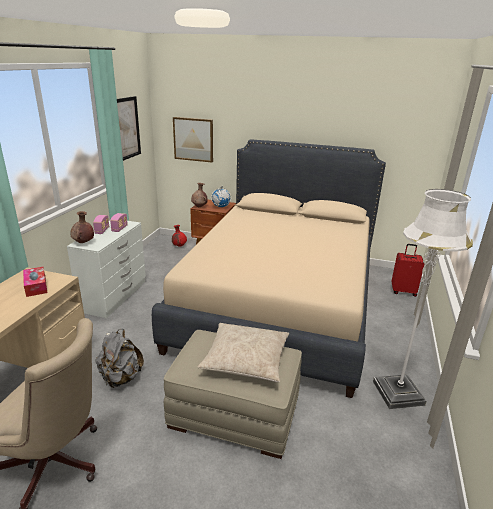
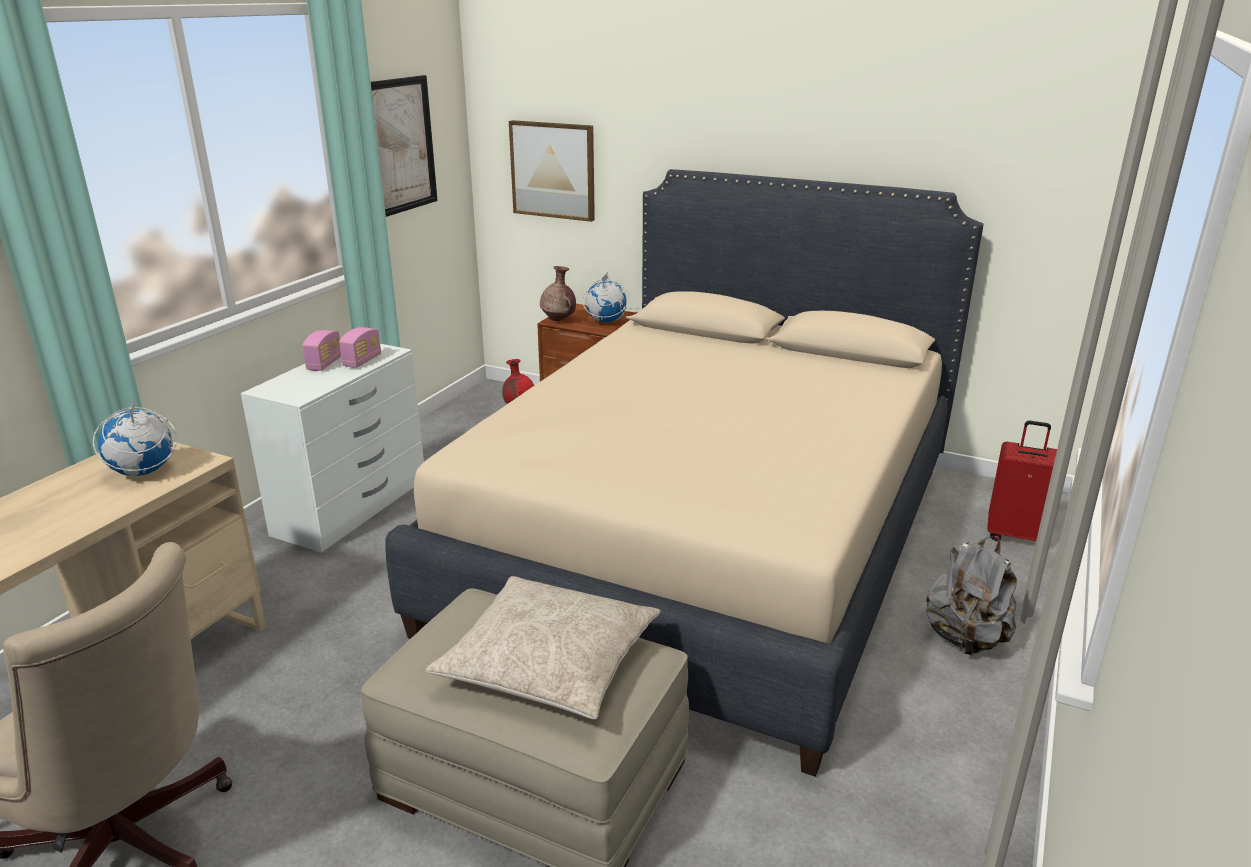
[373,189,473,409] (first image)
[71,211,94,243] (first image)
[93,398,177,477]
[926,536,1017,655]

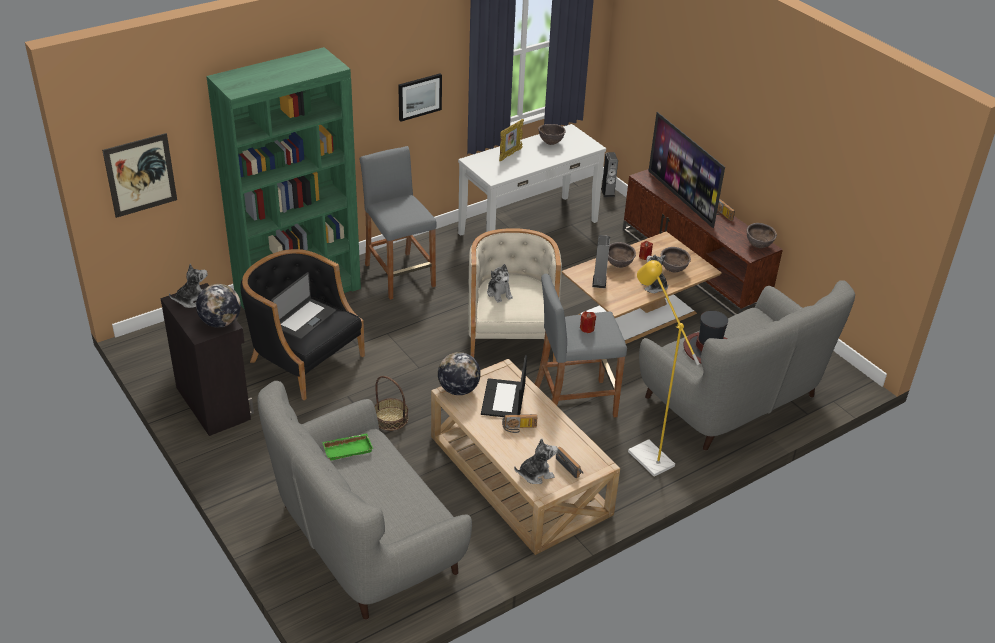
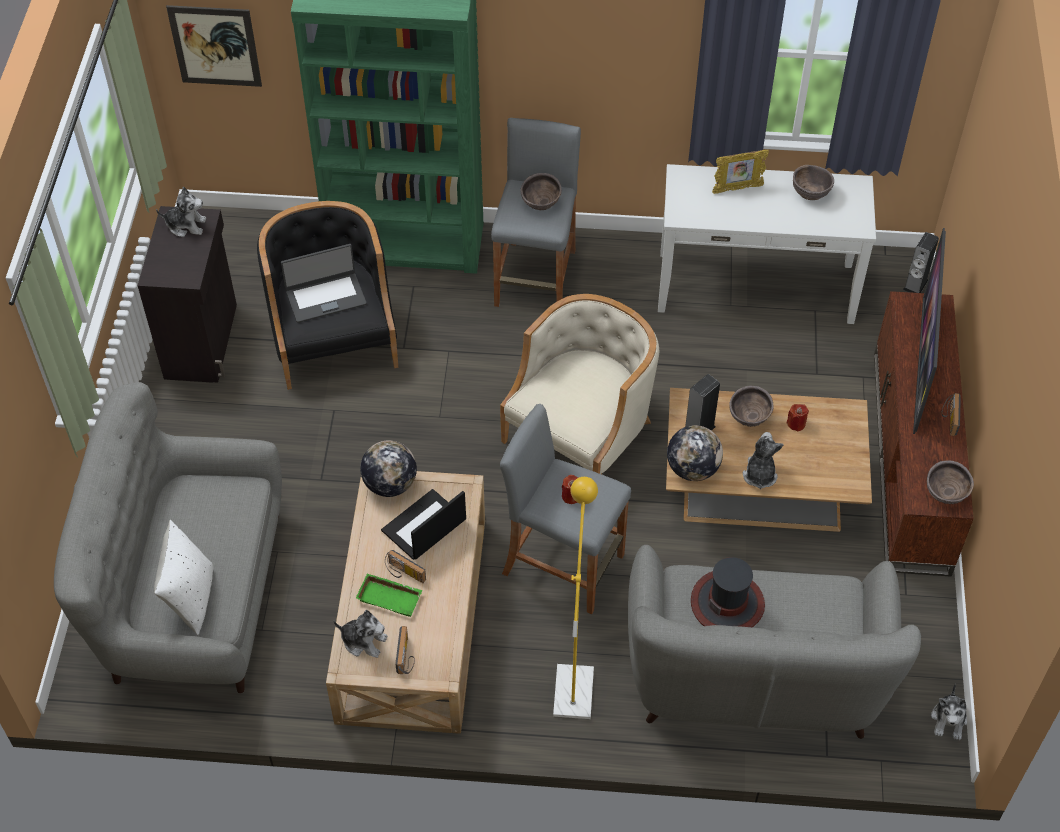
[398,74,442,122] (first image)
[520,173,562,210]
[931,683,967,740]
[667,425,723,481]
[374,376,408,431] (first image)
[356,573,422,617]
[154,520,213,635]

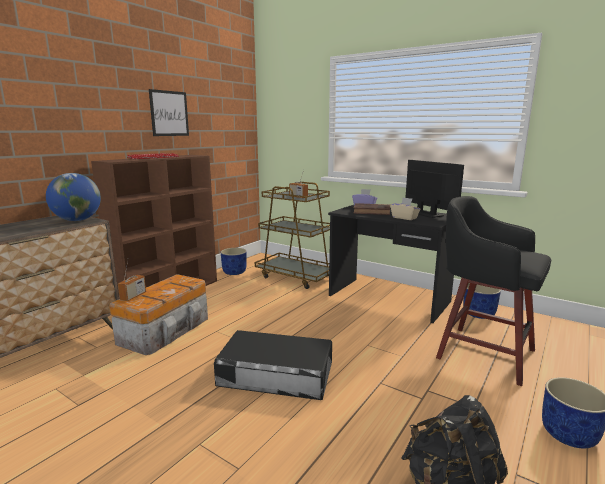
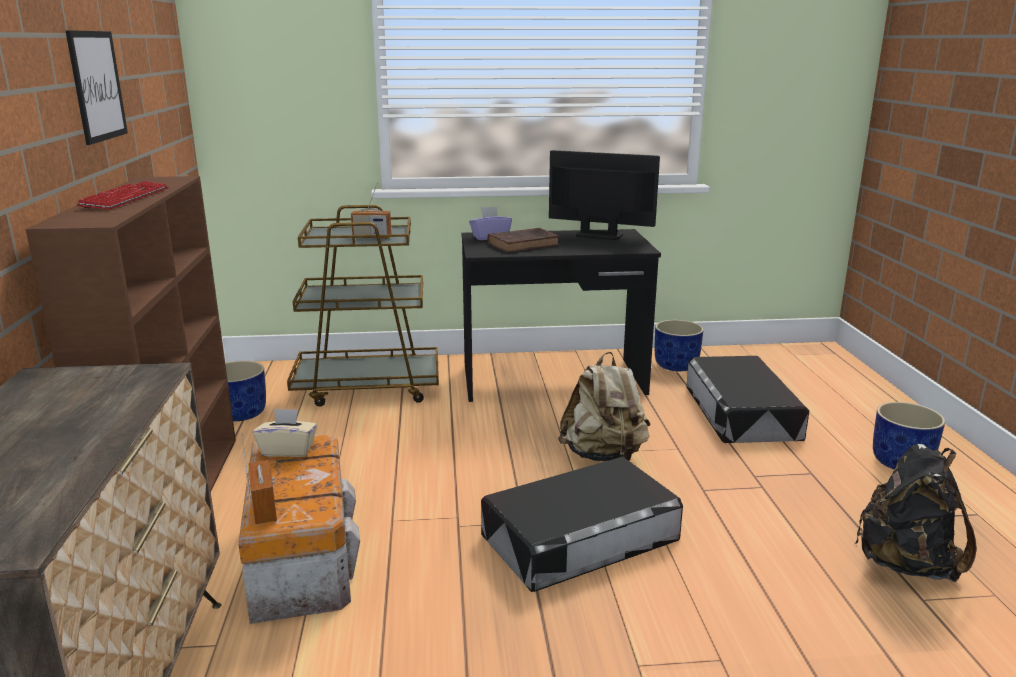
[46,173,101,221] (first image)
[686,356,809,443]
[253,408,317,457]
[558,352,651,461]

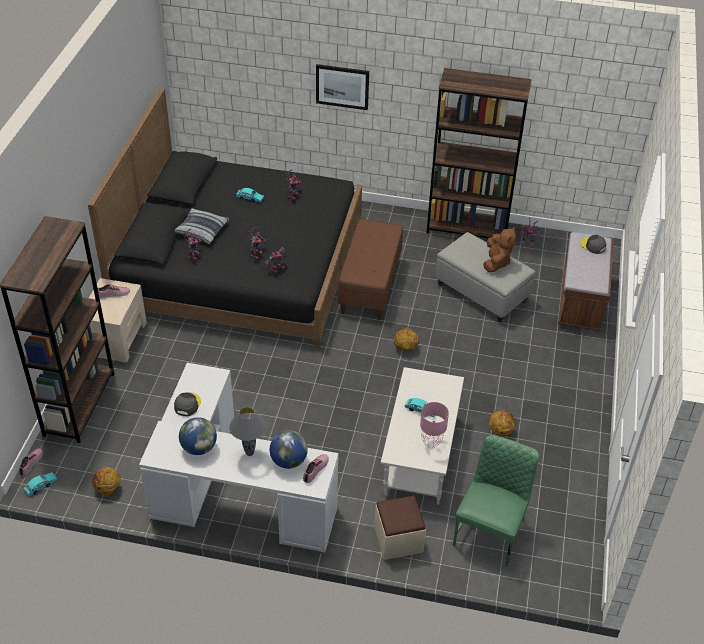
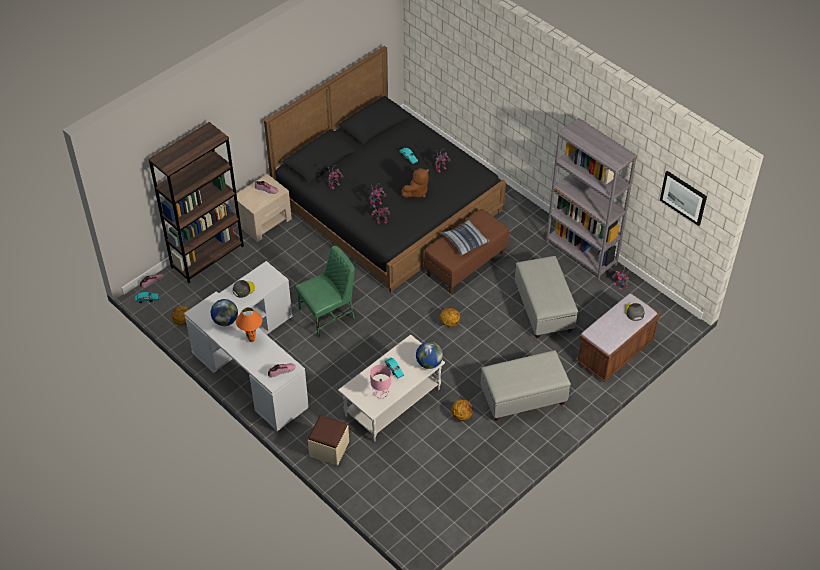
[660,171,707,226]
[546,118,637,280]
[441,219,490,256]
[401,168,429,198]
[236,307,262,342]
[416,342,443,369]
[295,246,355,337]
[481,350,571,421]

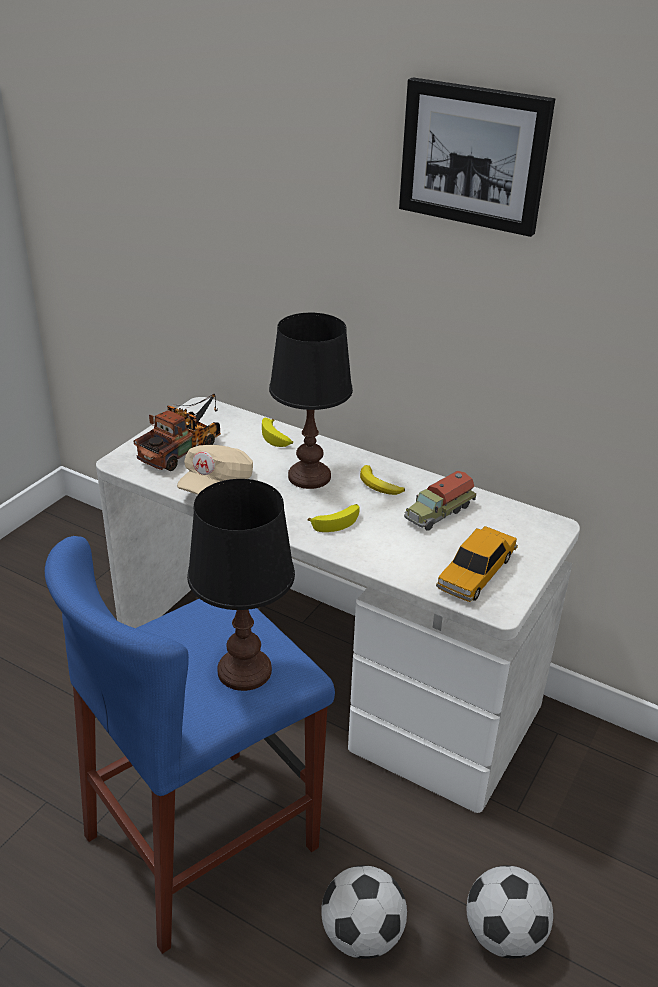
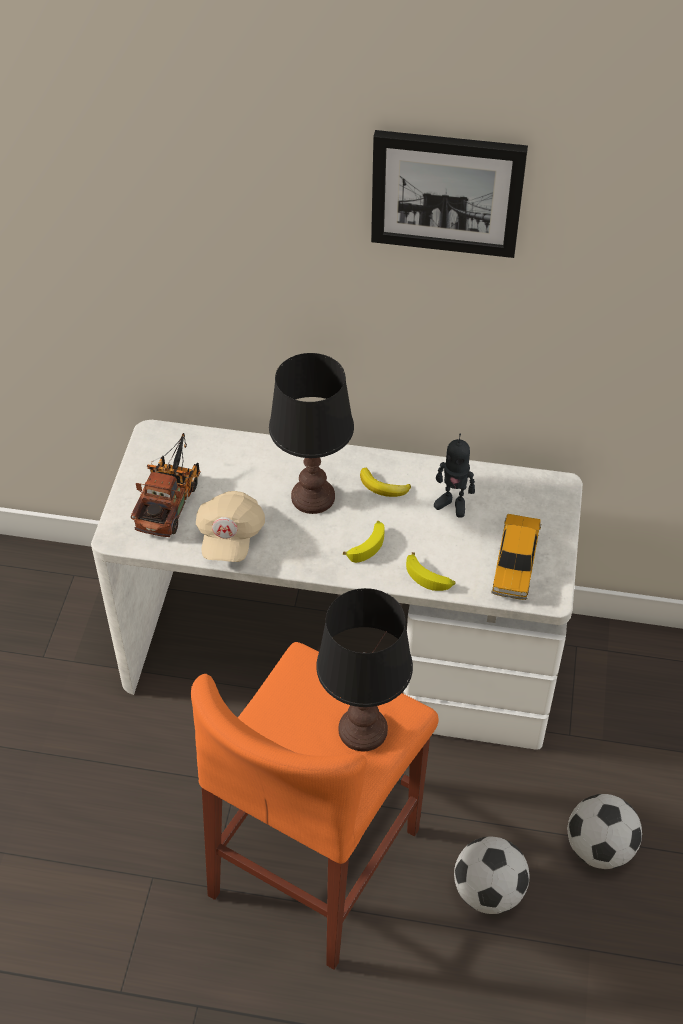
[406,552,456,591]
[434,434,475,518]
[191,642,438,970]

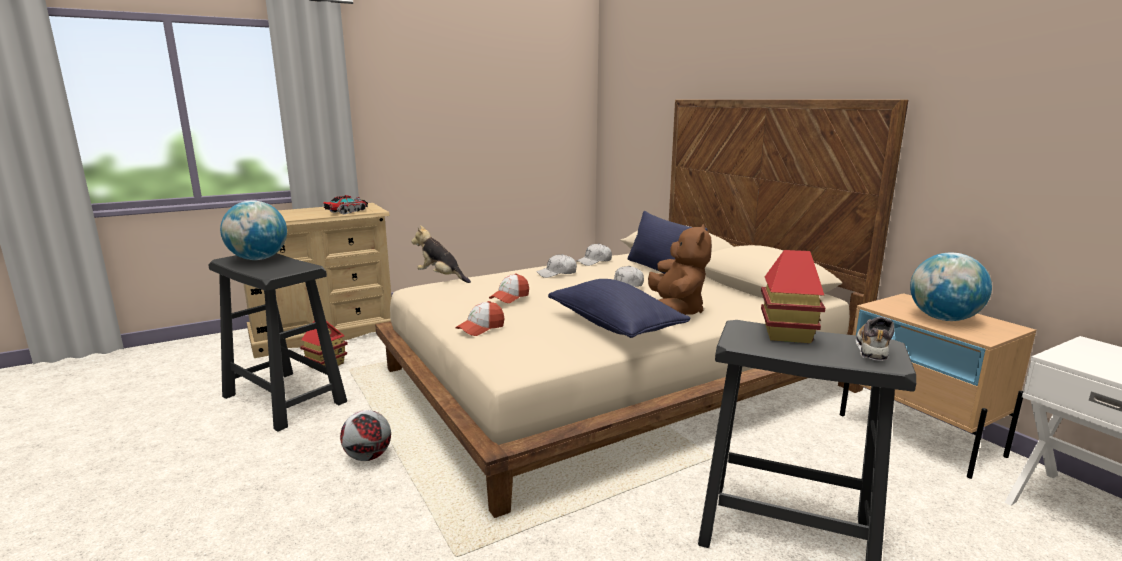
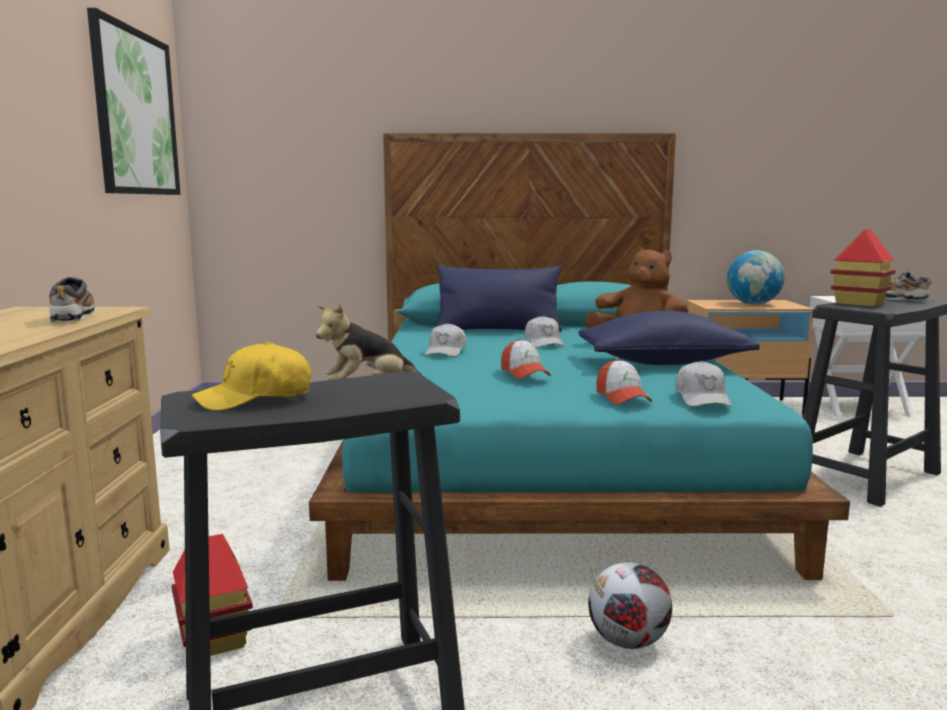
[309,133,850,581]
[49,277,95,322]
[192,341,311,411]
[675,361,732,407]
[87,8,181,195]

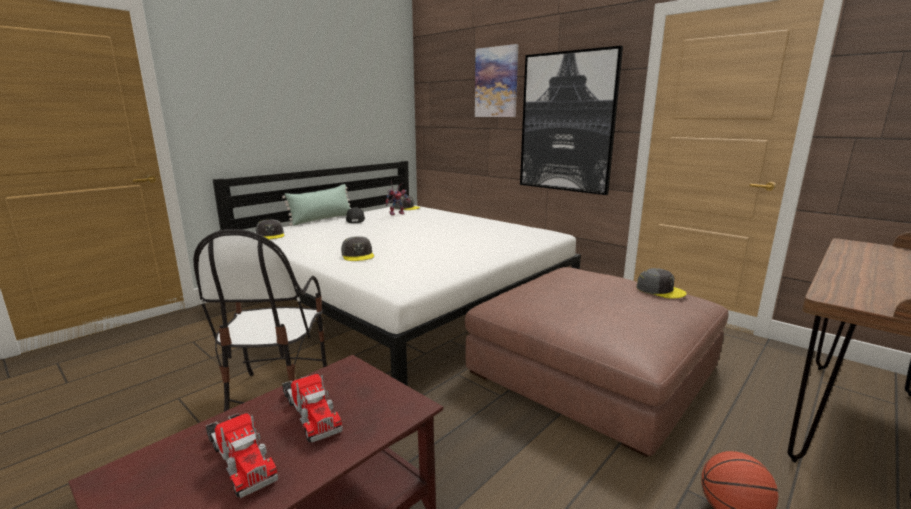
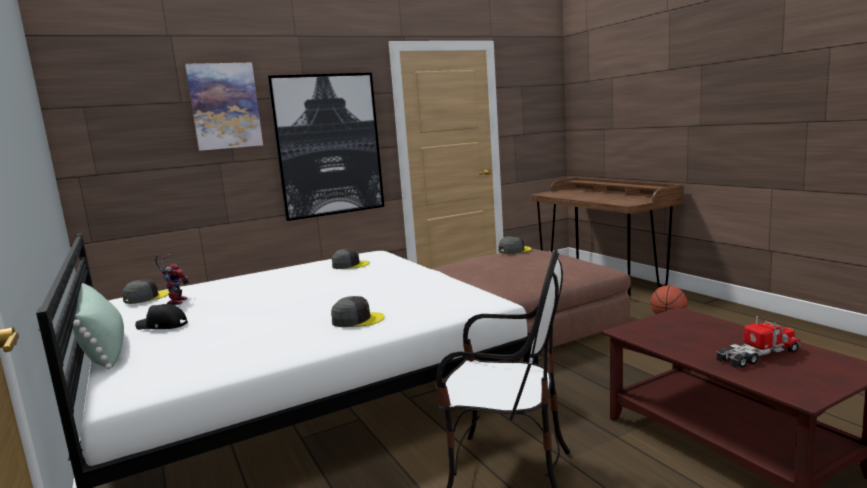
[332,249,370,269]
[282,374,343,443] (first image)

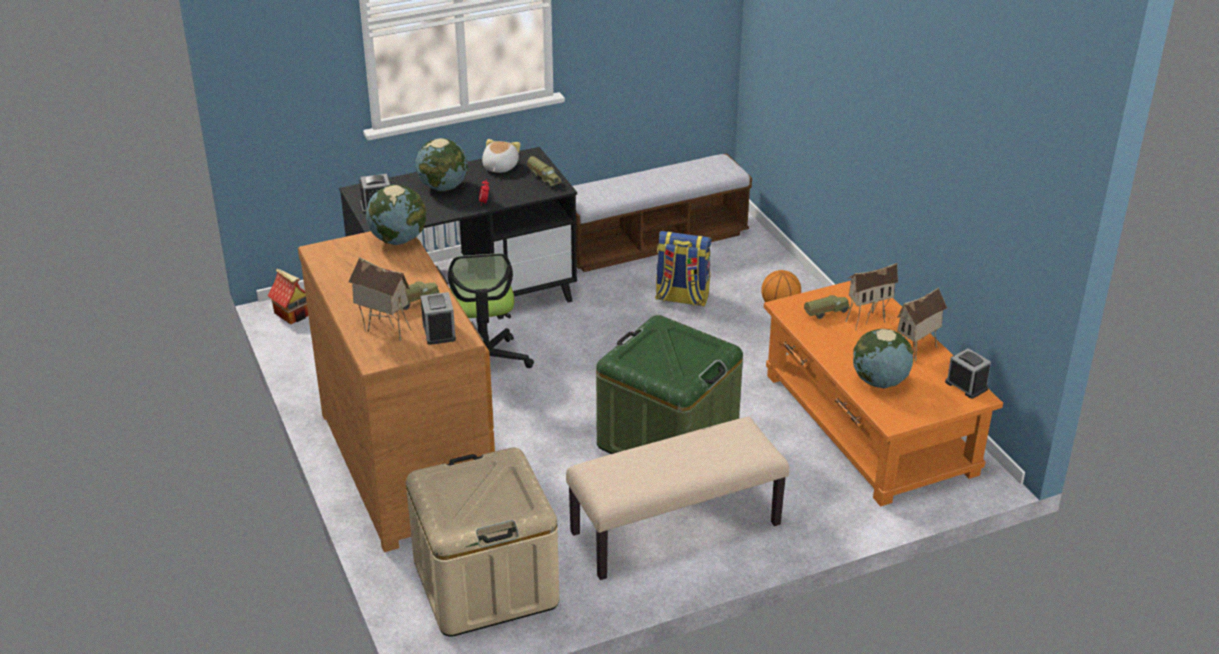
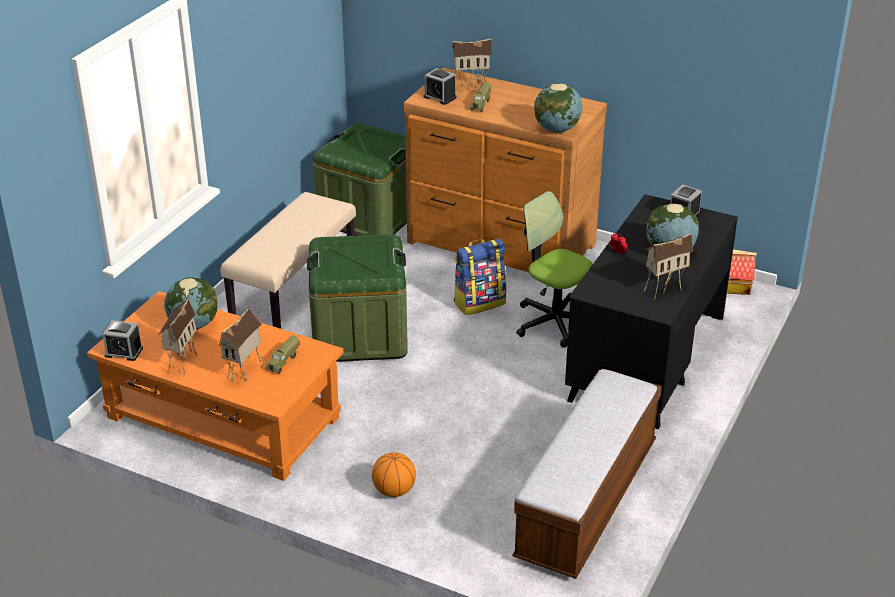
[644,233,693,300]
[527,156,562,188] (first image)
[454,239,506,315]
[313,123,407,236]

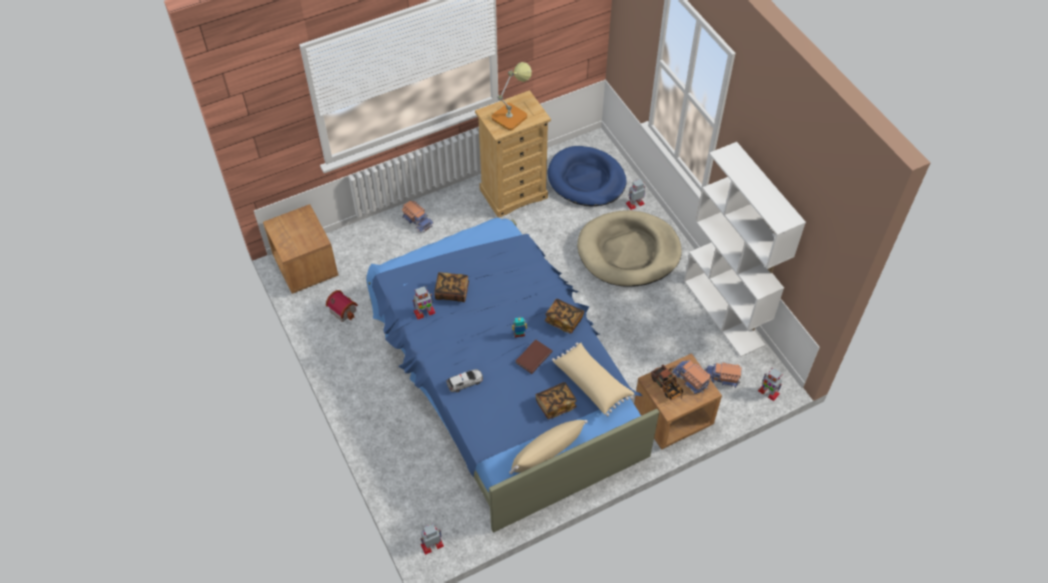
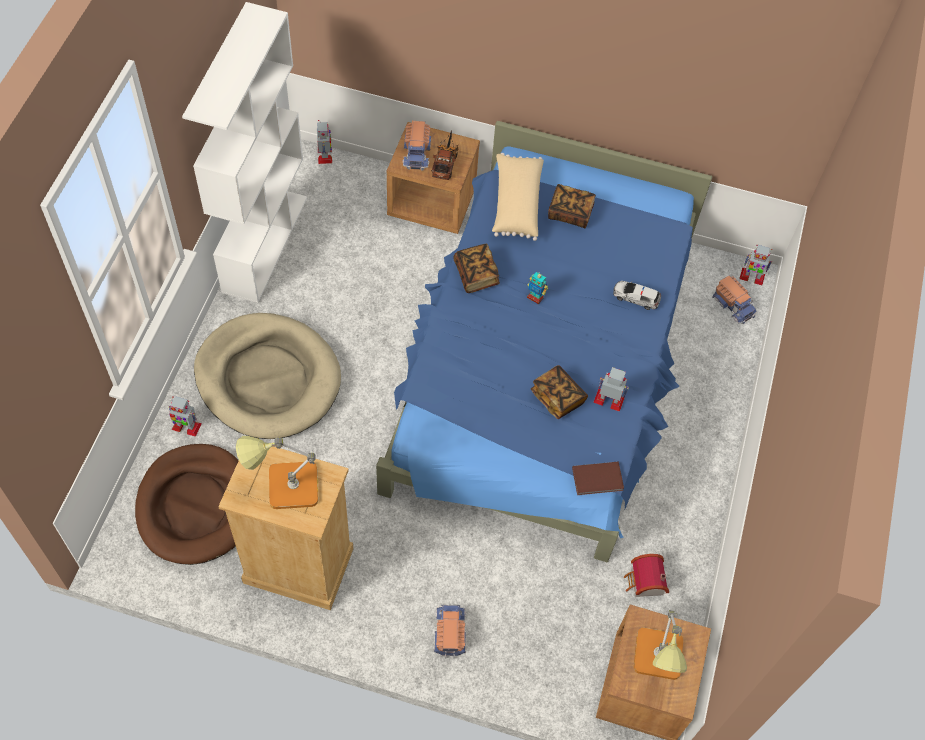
[135,444,239,565]
[572,462,624,495]
[712,276,757,324]
[509,420,588,474] (first image)
[634,610,687,680]

